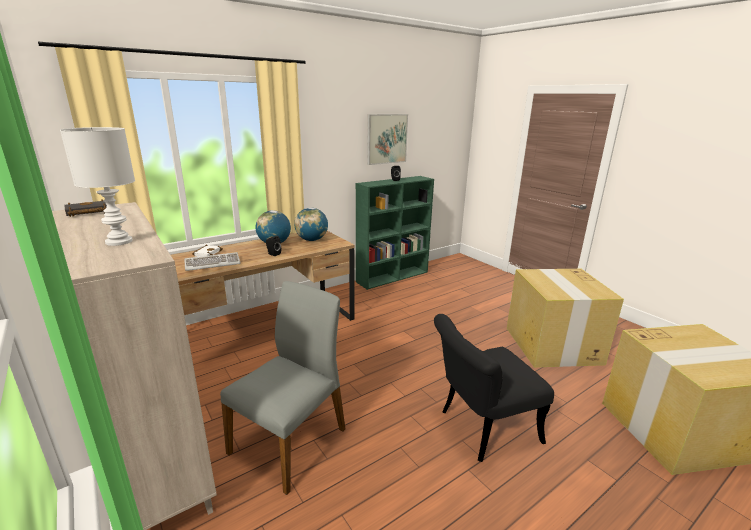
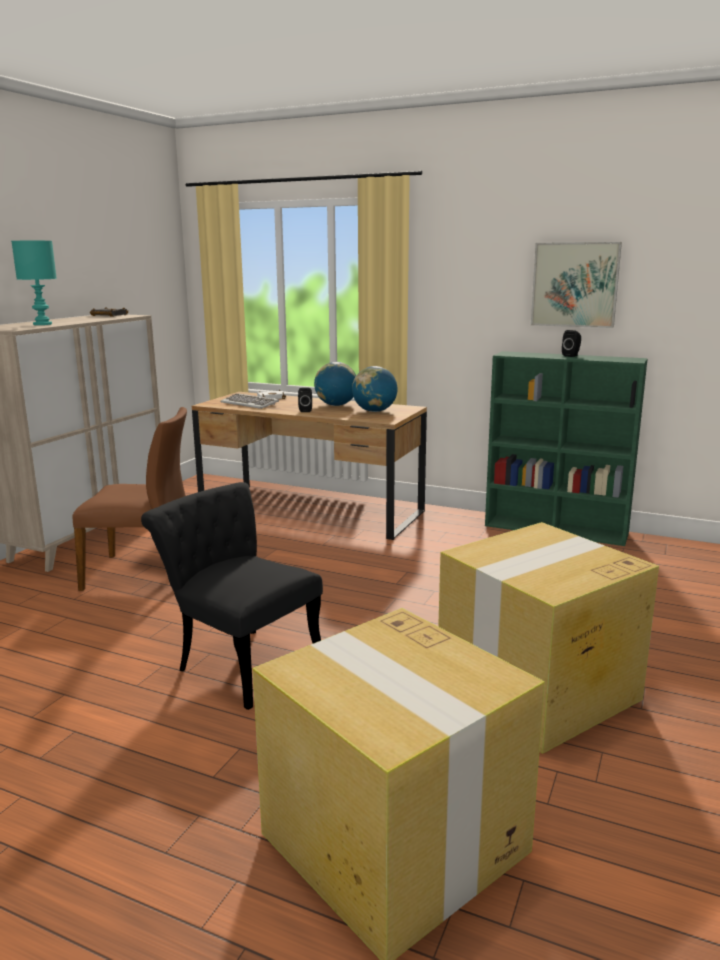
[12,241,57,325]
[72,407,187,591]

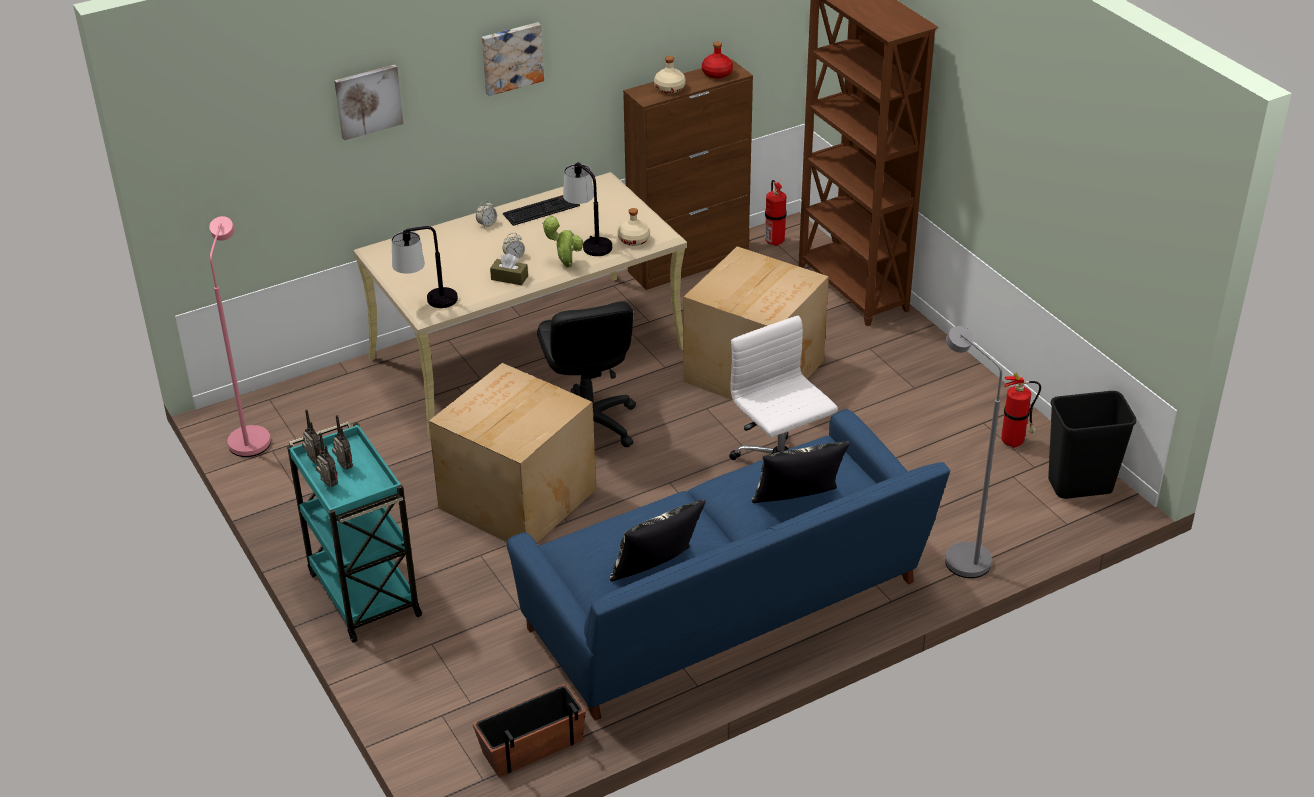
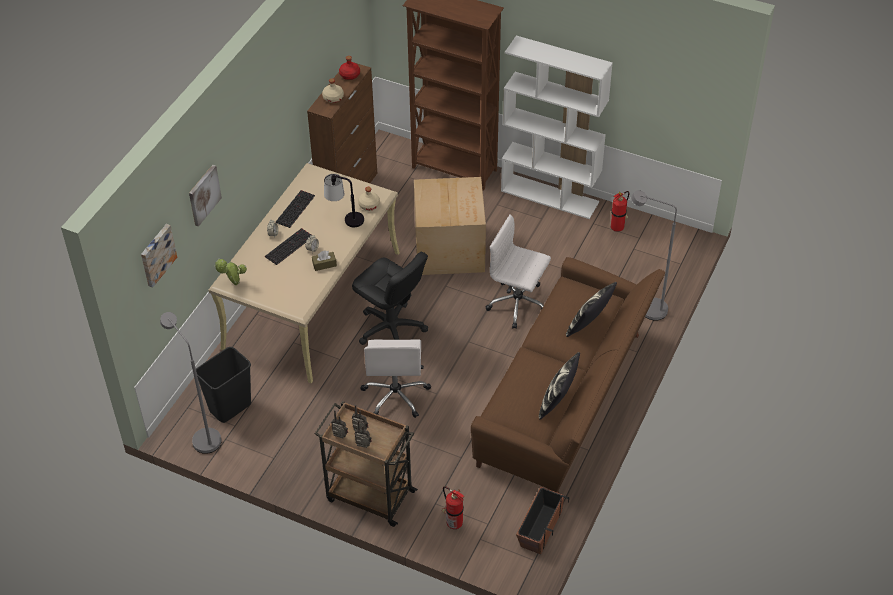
[141,224,177,288]
[442,486,464,529]
[160,312,222,454]
[214,259,247,285]
[392,226,458,308] (first image)
[361,339,431,418]
[196,347,251,423]
[471,257,665,493]
[315,401,418,527]
[501,36,613,219]
[265,228,311,265]

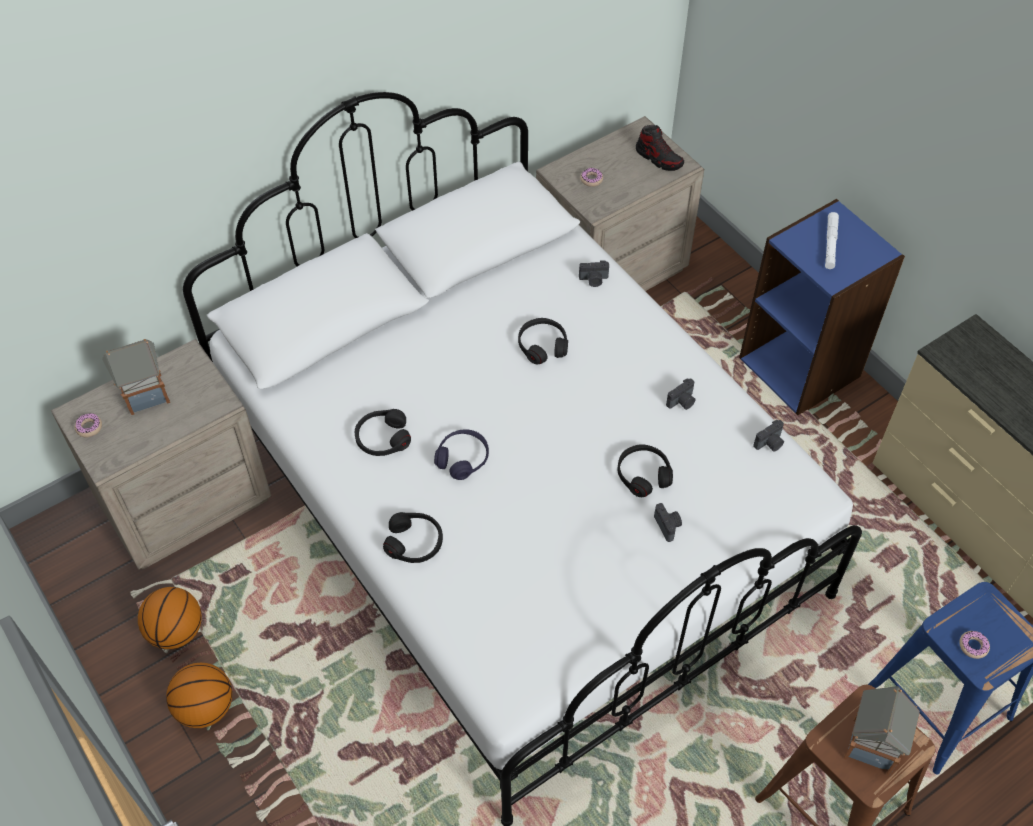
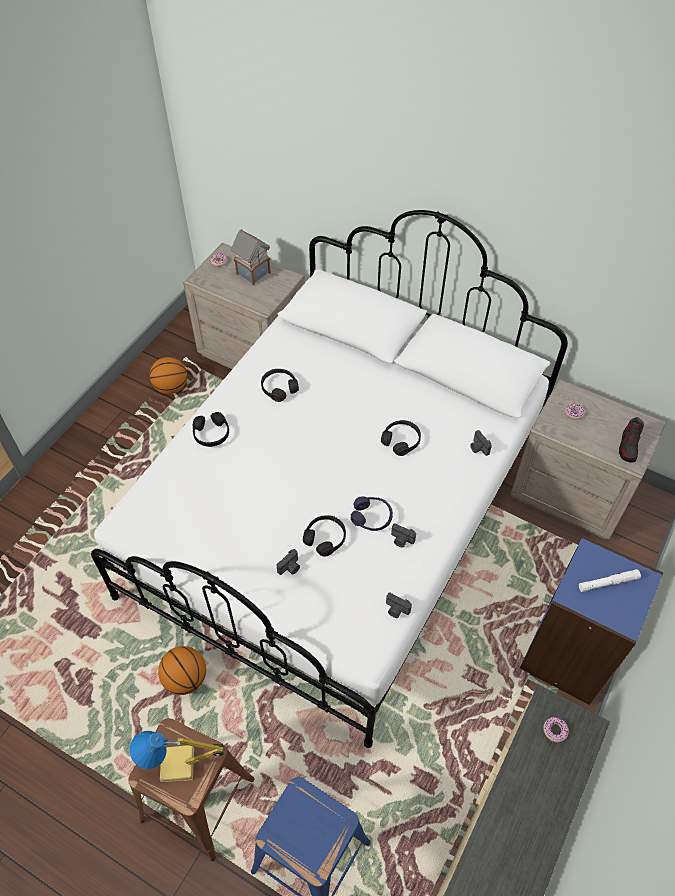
[351,496,393,531]
[543,717,569,742]
[158,646,206,695]
[129,731,224,782]

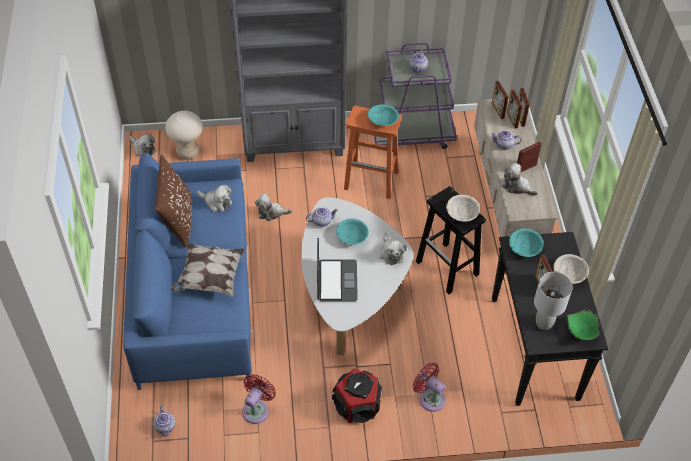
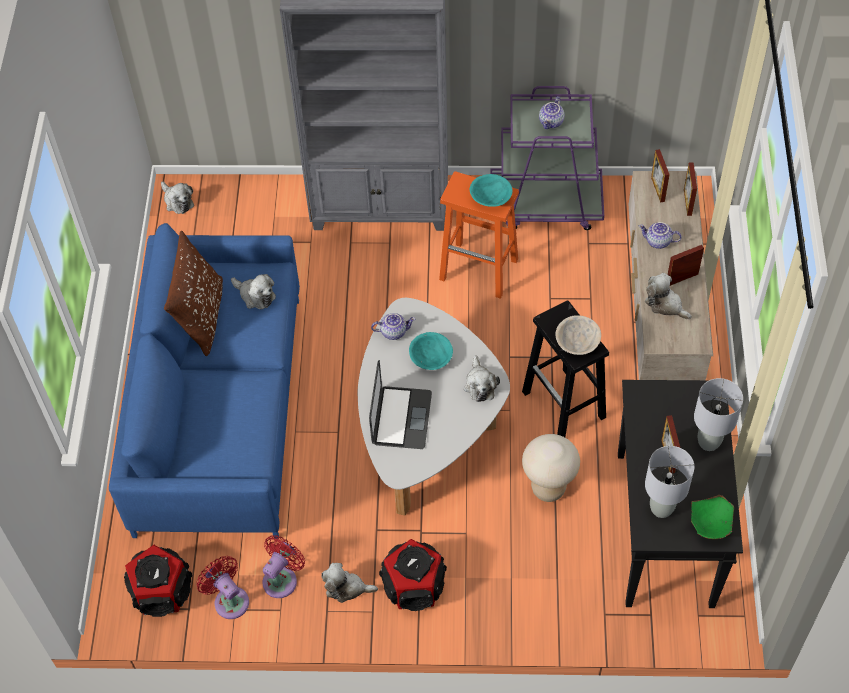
[507,90,522,128] (first image)
[522,434,580,502]
[322,563,378,603]
[509,228,544,257] (first image)
[171,243,245,297] (first image)
[694,378,743,451]
[197,556,249,619]
[124,545,192,617]

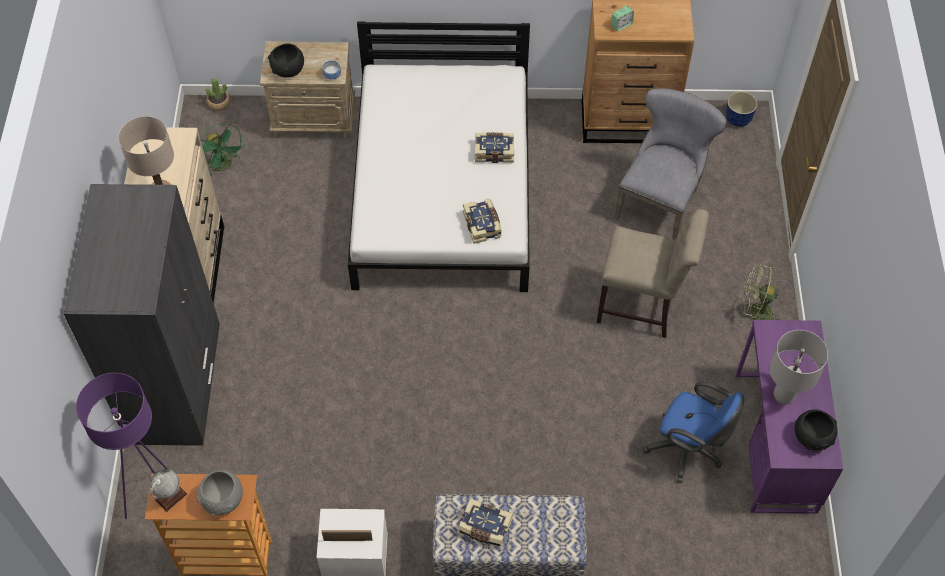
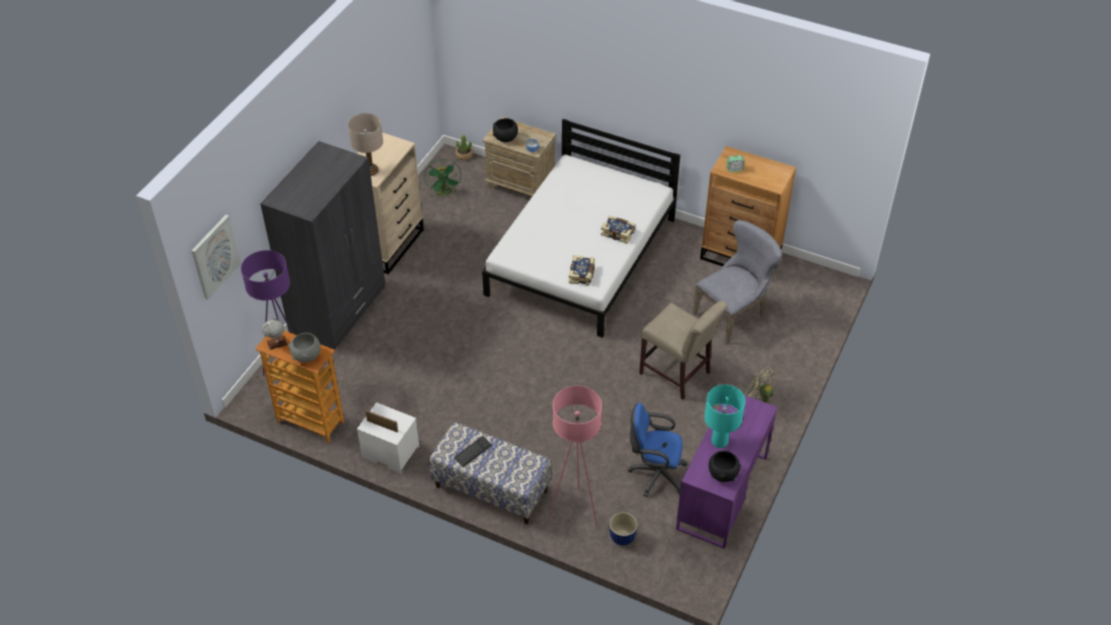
[609,512,638,546]
[704,385,745,448]
[627,403,688,497]
[454,436,492,467]
[191,215,241,300]
[548,386,602,526]

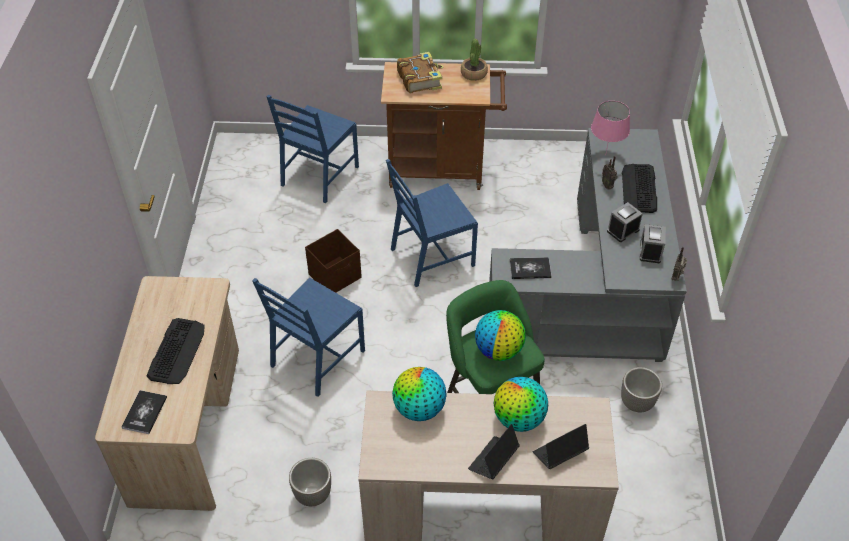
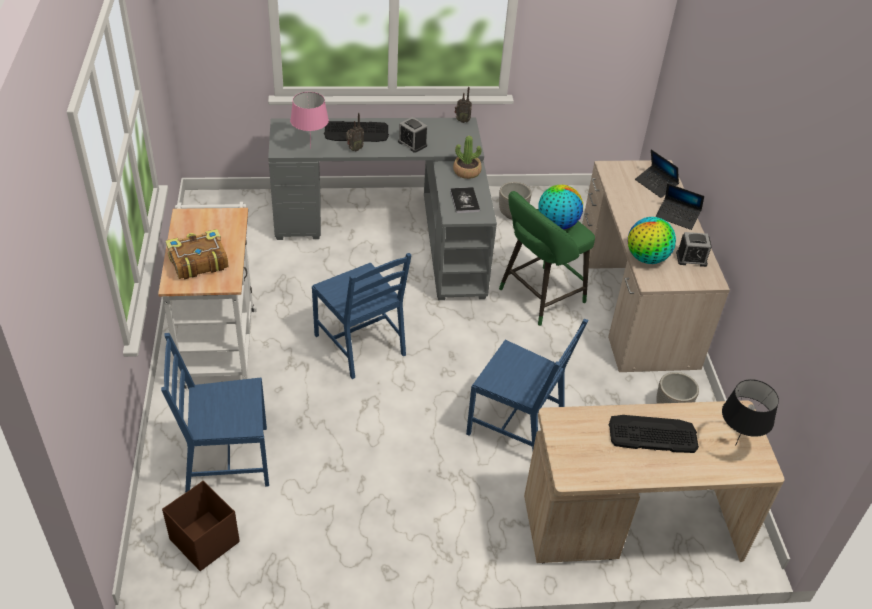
[453,136,482,179]
[158,202,257,390]
[161,333,269,492]
[676,232,712,267]
[162,481,240,571]
[494,377,548,432] (first image)
[722,379,779,446]

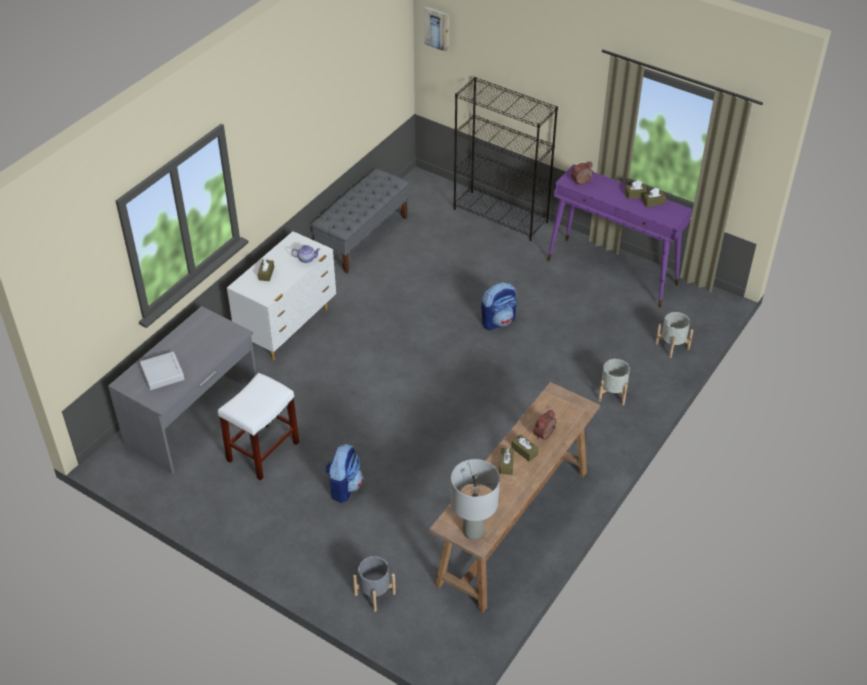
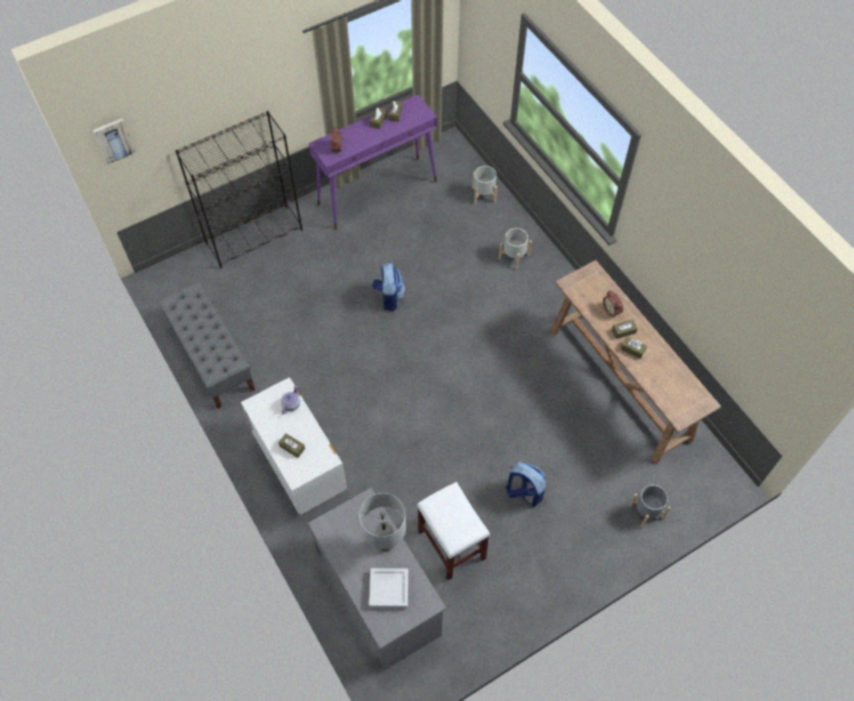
[359,493,406,552]

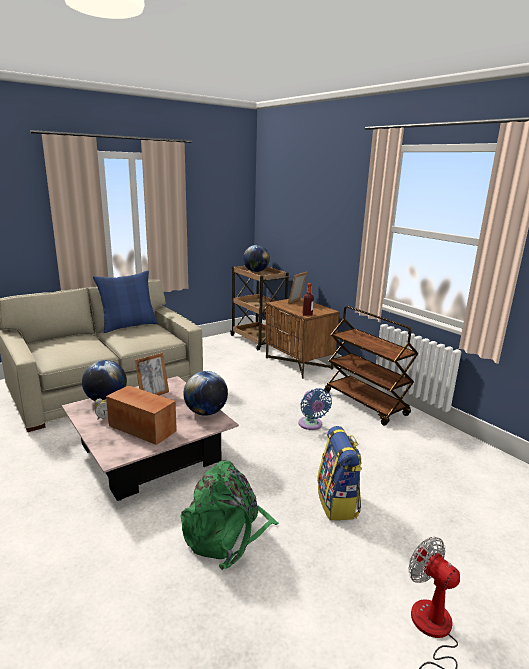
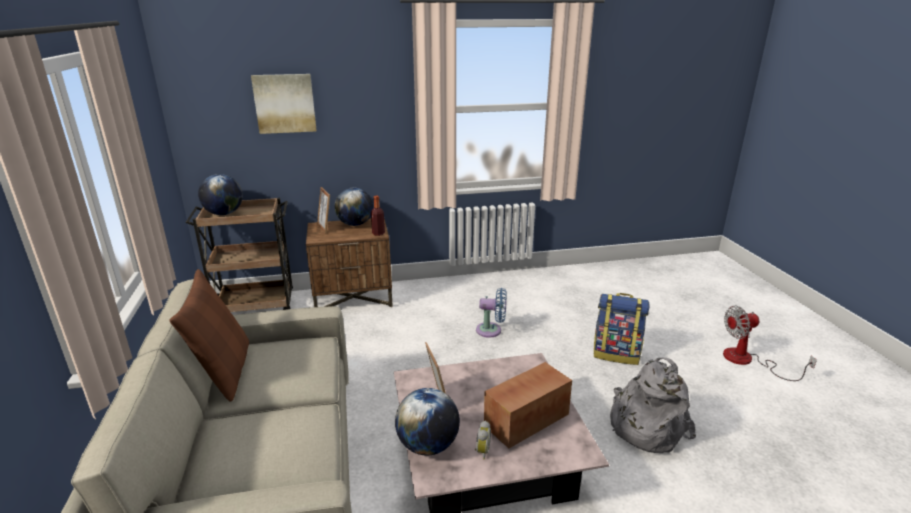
[169,269,249,402]
[324,306,419,426] (first image)
[335,188,373,226]
[610,357,696,453]
[251,74,317,134]

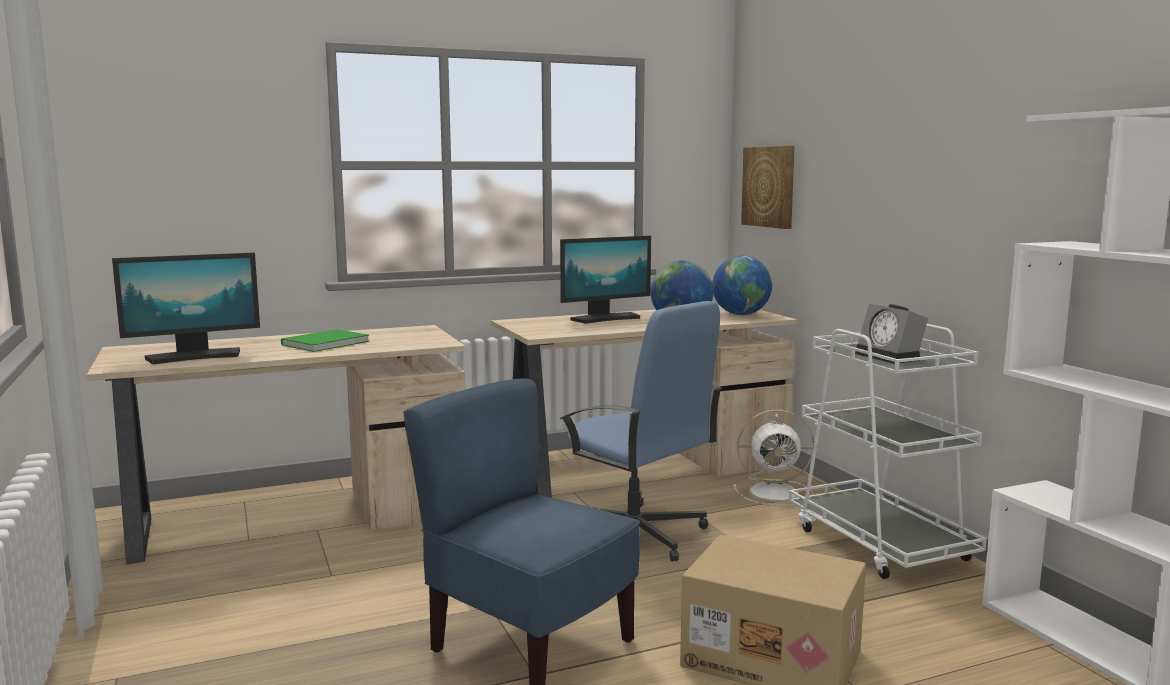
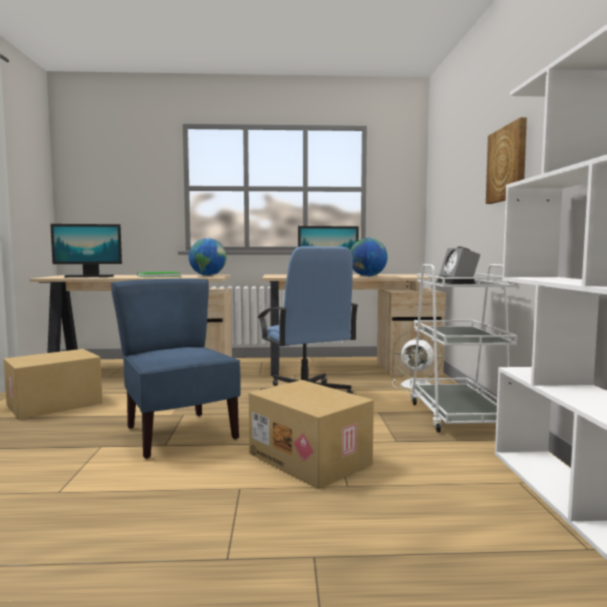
[486,117,527,204]
[189,238,226,276]
[4,349,102,420]

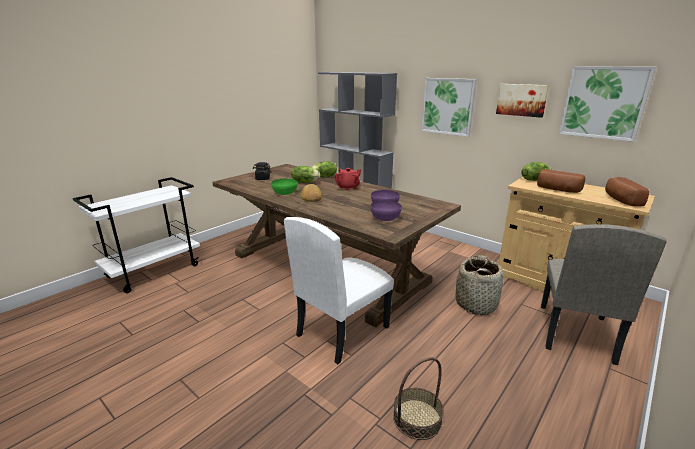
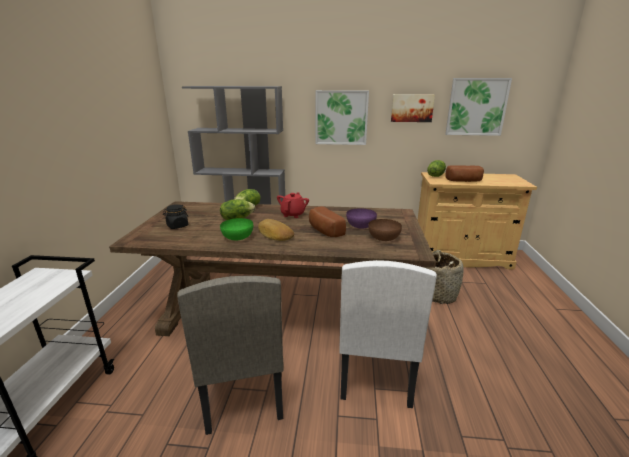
[309,206,346,237]
[368,219,402,241]
[177,276,284,435]
[393,357,444,440] (first image)

